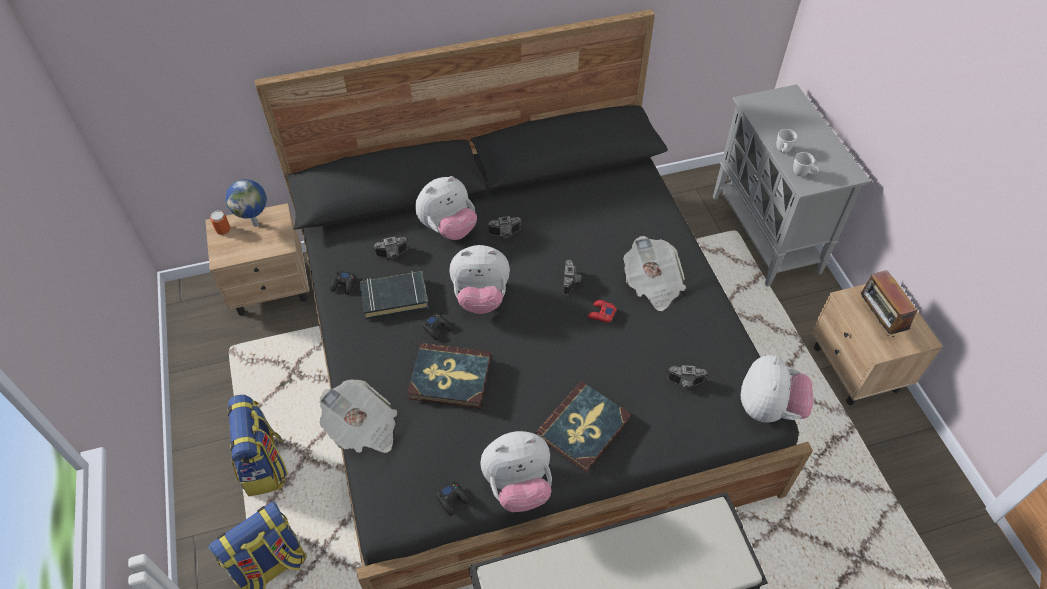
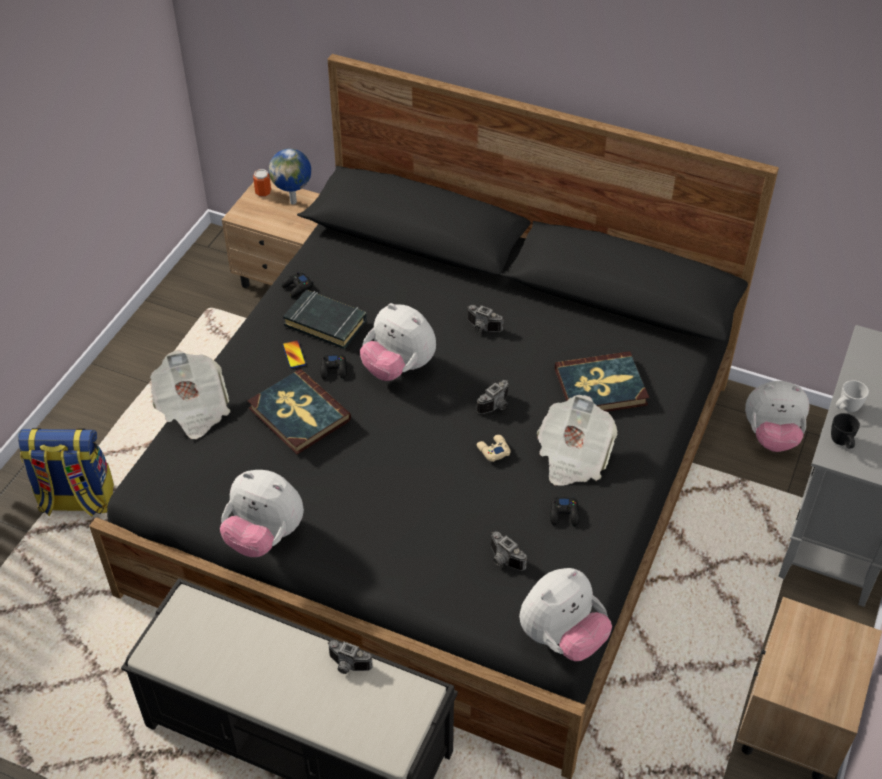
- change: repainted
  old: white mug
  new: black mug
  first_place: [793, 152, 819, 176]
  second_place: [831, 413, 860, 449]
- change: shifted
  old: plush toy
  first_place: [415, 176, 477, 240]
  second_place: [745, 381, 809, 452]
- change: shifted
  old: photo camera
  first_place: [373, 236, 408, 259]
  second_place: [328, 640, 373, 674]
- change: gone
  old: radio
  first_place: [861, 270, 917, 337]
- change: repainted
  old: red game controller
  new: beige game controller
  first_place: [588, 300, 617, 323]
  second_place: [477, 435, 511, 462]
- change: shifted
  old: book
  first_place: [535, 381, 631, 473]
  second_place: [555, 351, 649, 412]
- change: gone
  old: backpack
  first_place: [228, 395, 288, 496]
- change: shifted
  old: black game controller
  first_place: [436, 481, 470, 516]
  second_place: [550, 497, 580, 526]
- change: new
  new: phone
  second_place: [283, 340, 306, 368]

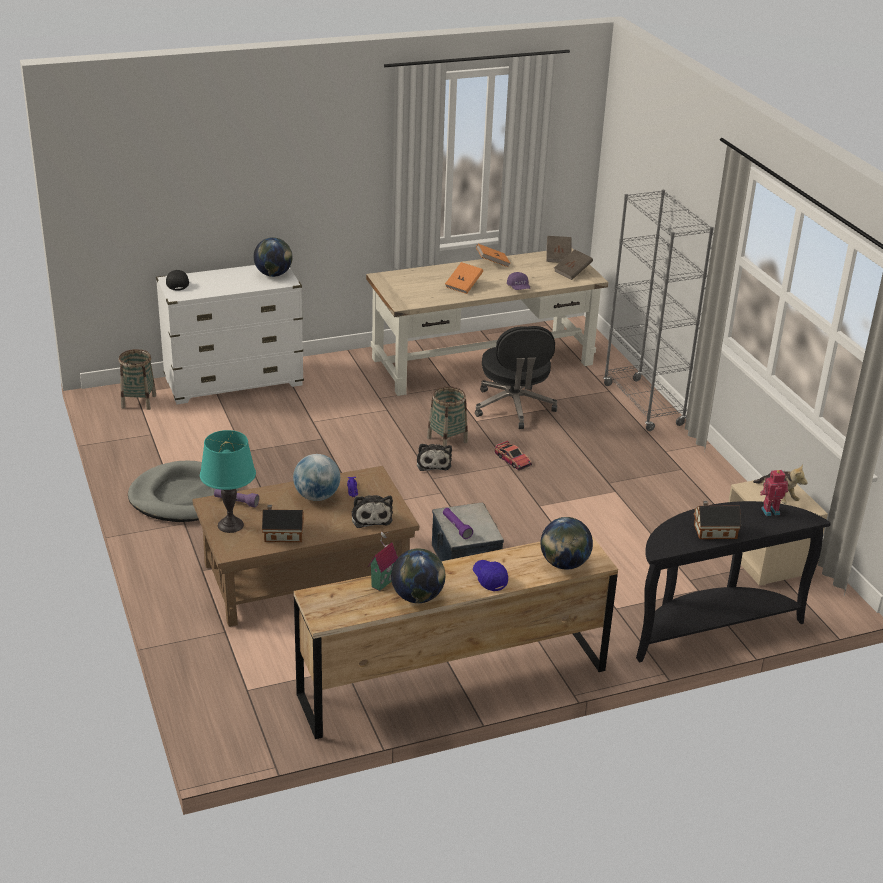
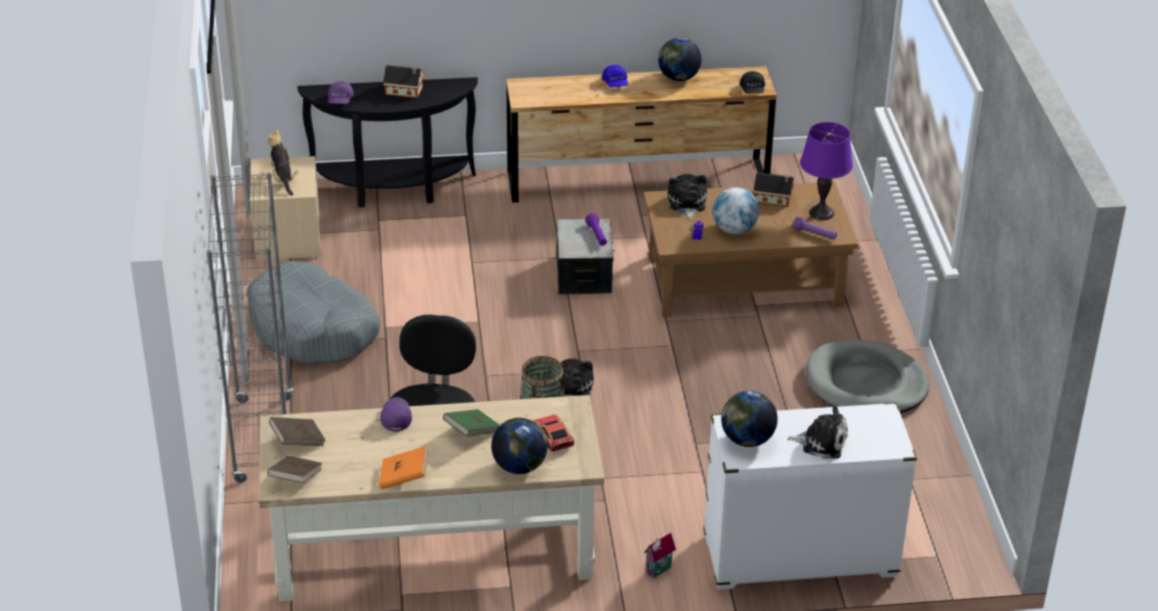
- change: repainted
  old: orange book
  new: green book
  first_place: [445, 262, 483, 294]
  second_place: [443, 409, 500, 437]
- change: shifted
  old: black cap
  first_place: [166, 270, 189, 291]
  second_place: [740, 71, 765, 93]
- change: gone
  old: basket
  first_place: [118, 349, 156, 410]
- change: repainted
  old: turquoise table lamp
  new: purple table lamp
  first_place: [200, 430, 256, 533]
  second_place: [800, 122, 853, 220]
- change: shifted
  old: toy car
  first_place: [495, 441, 532, 470]
  second_place: [533, 414, 574, 451]
- change: swapped
  old: toy robot
  new: purple cap
  first_place: [760, 470, 788, 516]
  second_place: [328, 81, 354, 104]
- change: shifted
  old: globe
  first_place: [540, 517, 593, 570]
  second_place: [491, 418, 547, 474]
- change: shifted
  old: toy house
  first_place: [368, 531, 398, 591]
  second_place: [644, 533, 676, 578]
- change: new
  new: grey dog bed
  second_place: [247, 261, 380, 364]
- change: new
  new: plush toy
  second_place: [787, 405, 848, 459]

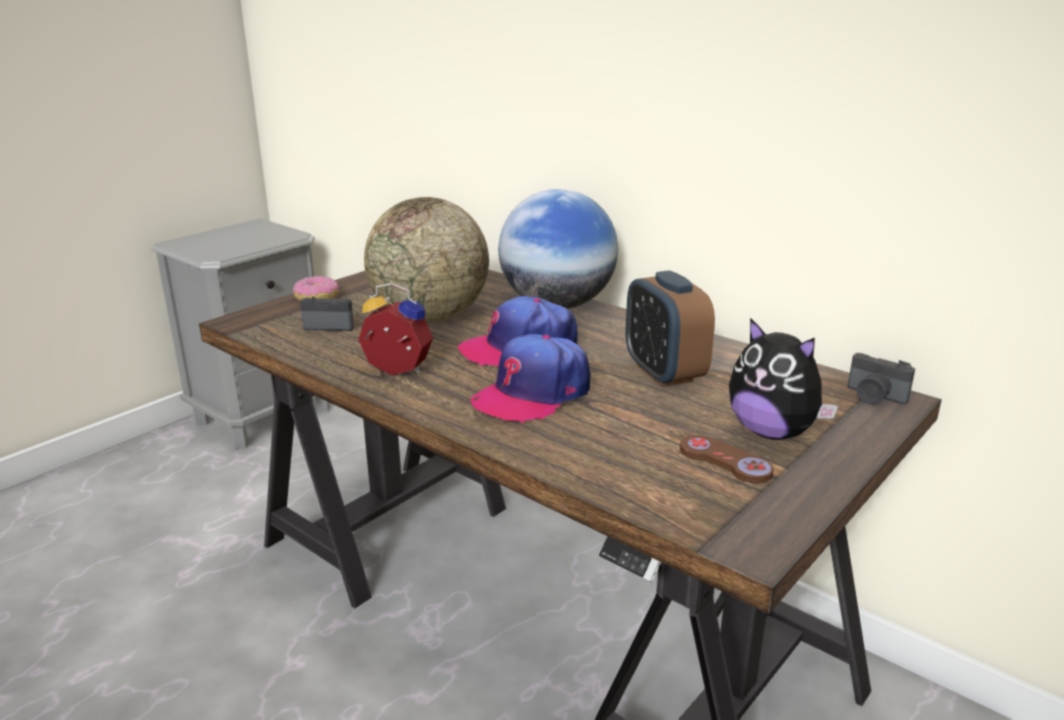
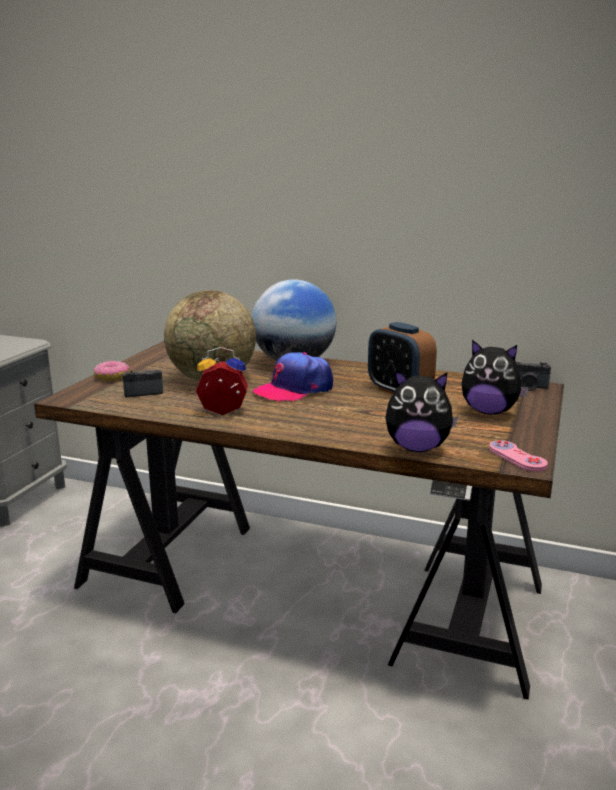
- change: gone
  old: cap
  first_place: [471, 334, 590, 424]
- change: gone
  old: brown game controller
  first_place: [680, 435, 773, 483]
- change: new
  new: plush toy
  second_place: [385, 370, 458, 452]
- change: new
  new: pink game controller
  second_place: [489, 440, 548, 472]

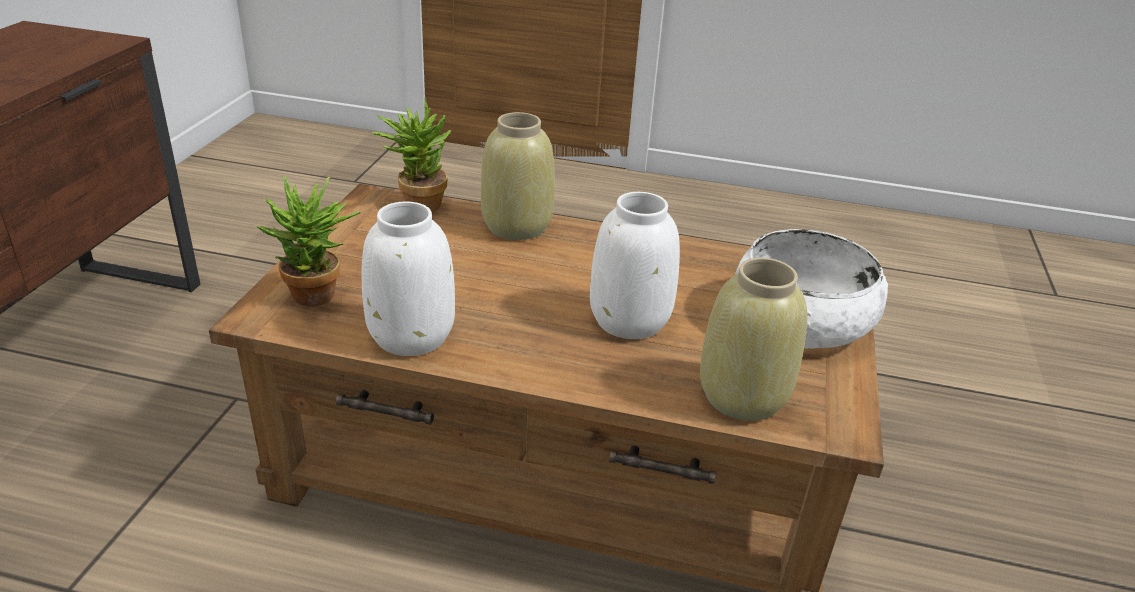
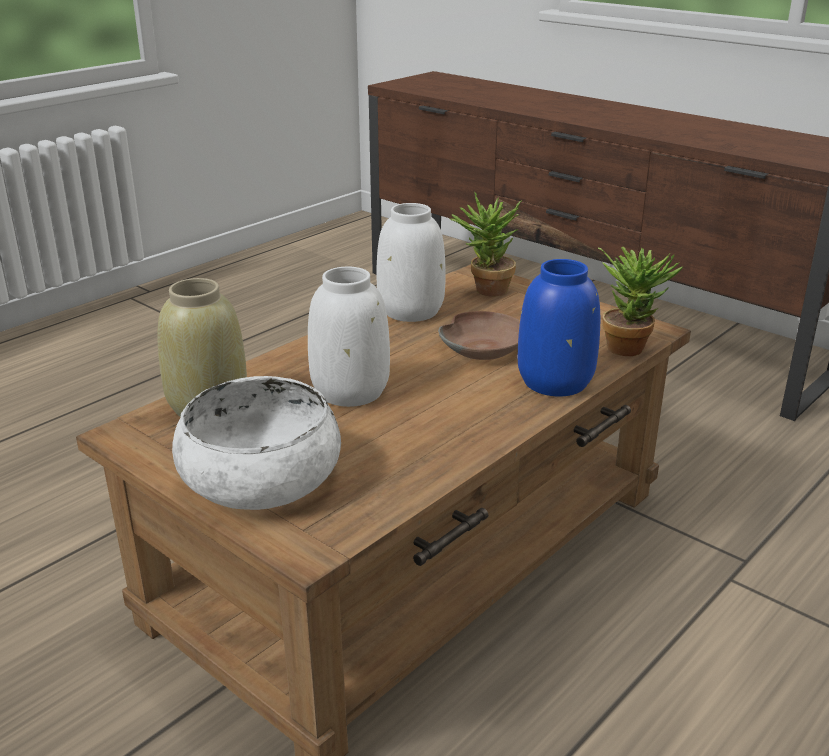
- change: repainted
  old: beige vase
  new: blue vase
  first_place: [481, 112, 555, 240]
  second_place: [518, 259, 600, 397]
- change: new
  new: brown bowl
  second_place: [438, 311, 520, 360]

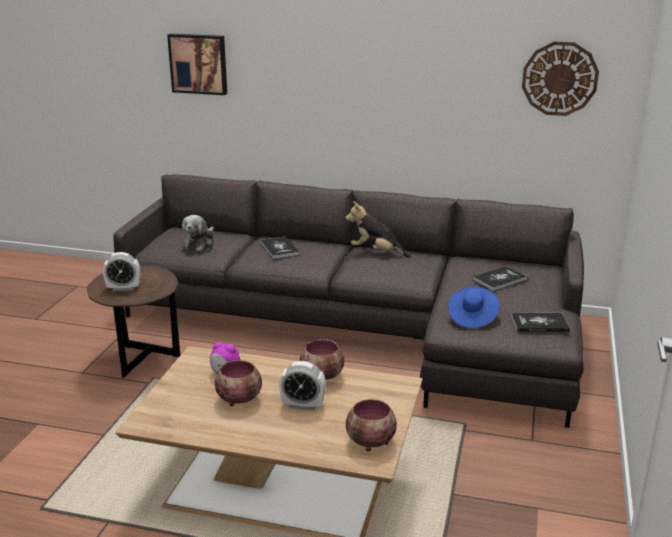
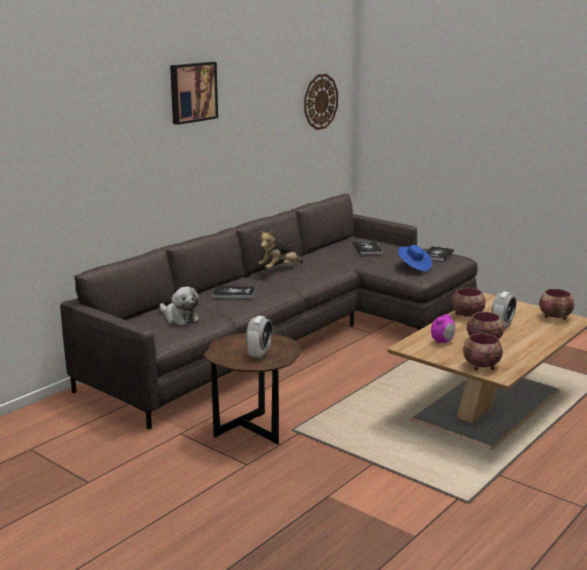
- change: shifted
  old: picture
  first_place: [167, 34, 227, 95]
  second_place: [170, 62, 218, 125]
- change: new
  new: bowl
  second_place: [463, 333, 503, 370]

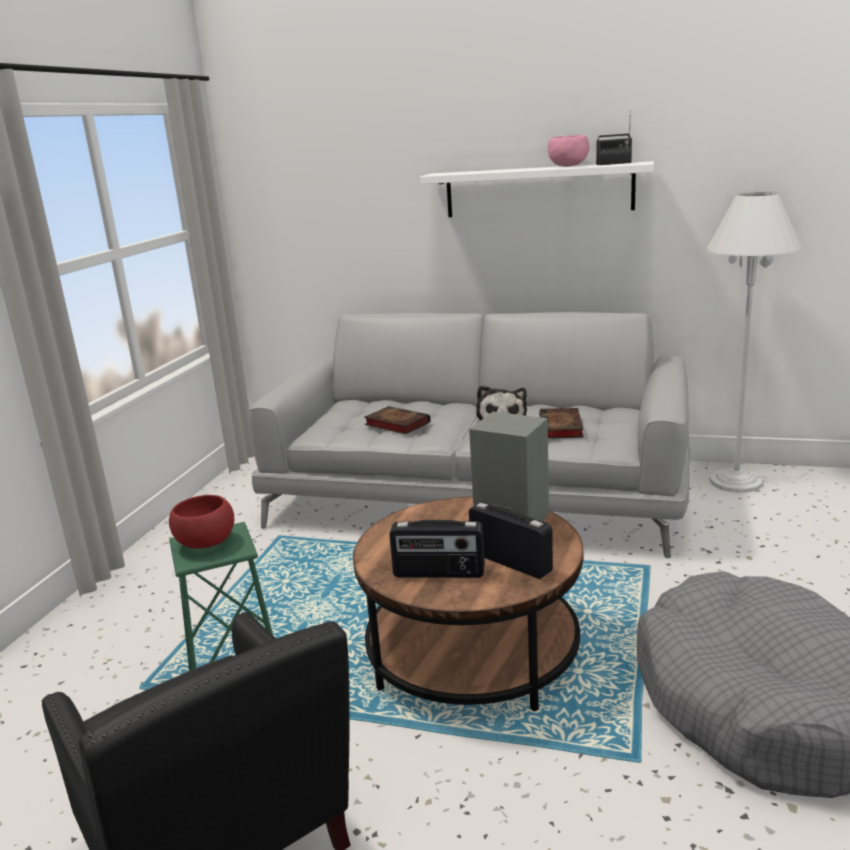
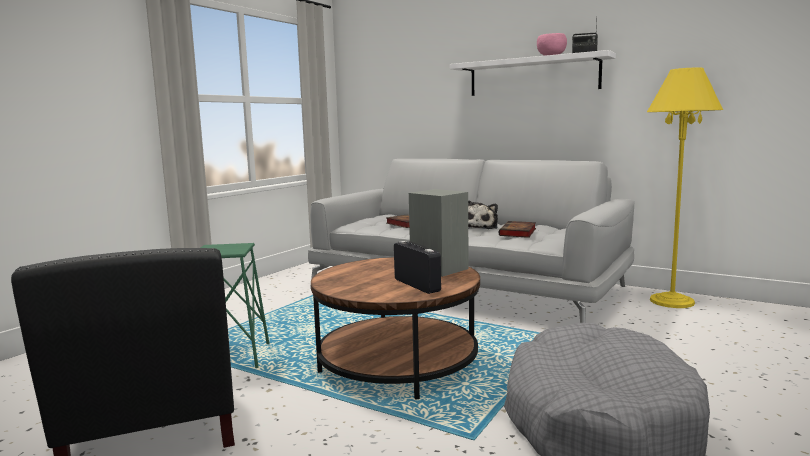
- change: repainted
  old: white floor lamp
  new: yellow floor lamp
  first_place: [706, 192, 802, 493]
  second_place: [647, 67, 723, 308]
- change: gone
  old: red bowl
  first_place: [169, 495, 234, 549]
- change: gone
  old: radio
  first_place: [389, 520, 485, 578]

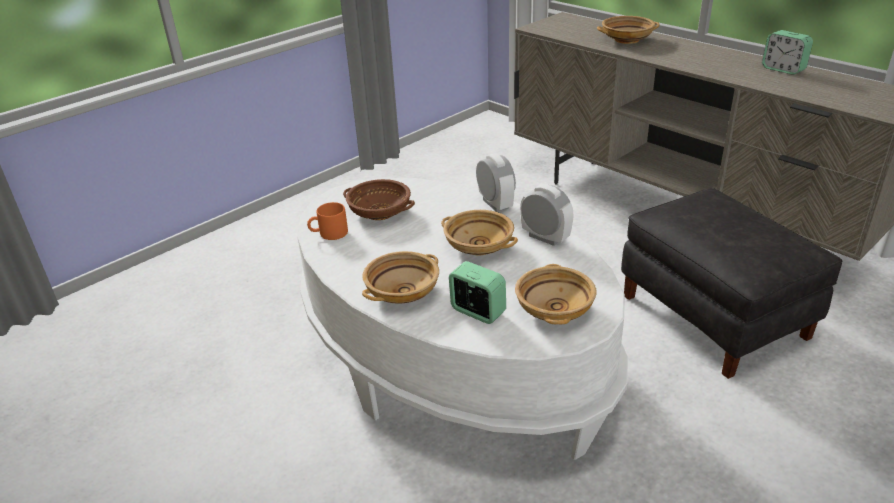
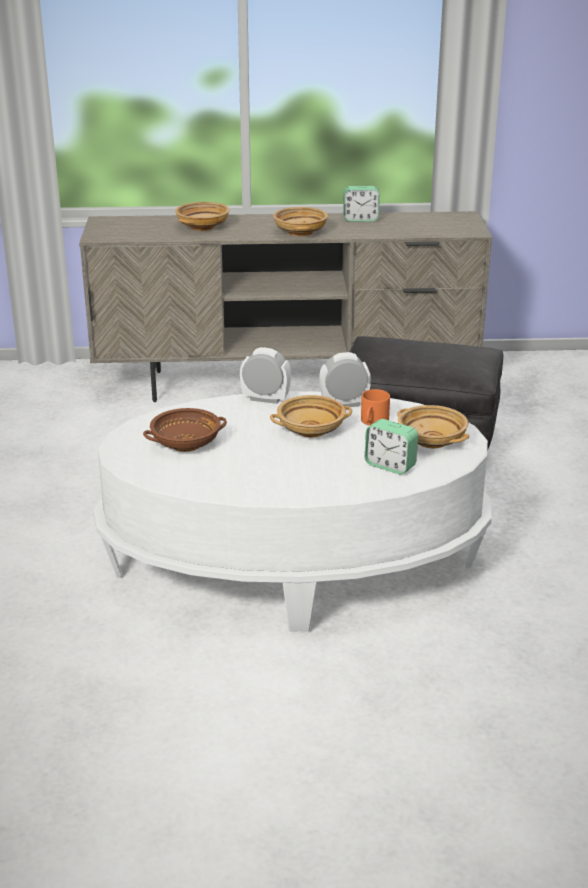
- change: shifted
  old: orange mug
  first_place: [307, 202, 348, 240]
  second_place: [361, 389, 390, 426]
- change: shifted
  old: beige bowl
  first_place: [362, 251, 439, 304]
  second_place: [273, 207, 328, 236]
- change: rotated
  old: alarm clock
  first_place: [449, 261, 506, 324]
  second_place: [365, 419, 418, 474]
  degrees: -135

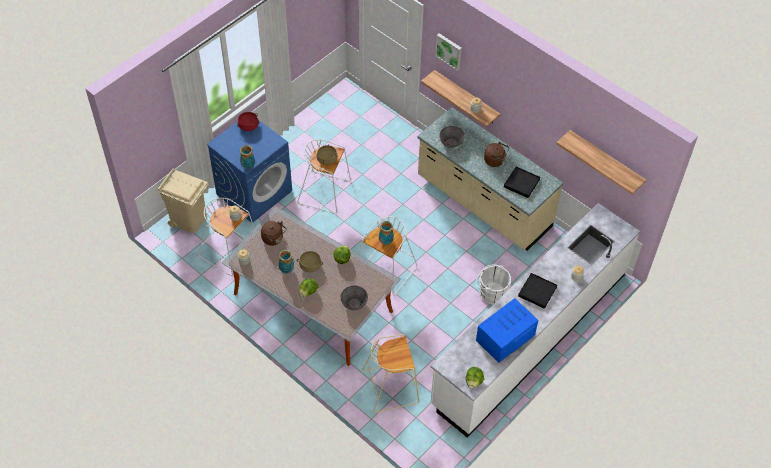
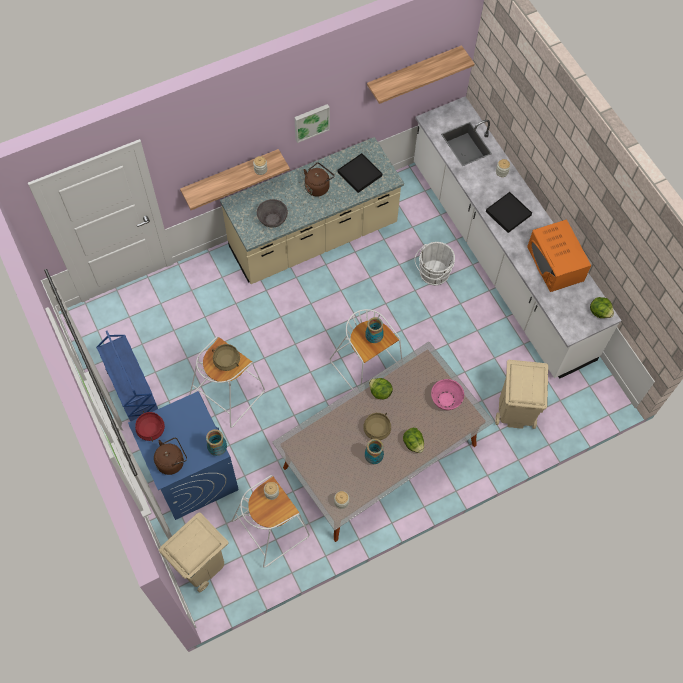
- change: shifted
  old: picture
  first_place: [435, 33, 462, 71]
  second_place: [294, 104, 330, 143]
- change: shifted
  old: brown kettle
  first_place: [261, 221, 287, 246]
  second_place: [154, 438, 187, 475]
- change: repainted
  old: grey bowl
  new: pink bowl
  first_place: [340, 286, 368, 310]
  second_place: [431, 379, 464, 410]
- change: repainted
  old: blue microwave
  new: orange microwave
  first_place: [476, 298, 538, 363]
  second_place: [527, 219, 591, 292]
- change: swapped
  old: beige stool
  new: beige trash can
  first_place: [362, 334, 419, 413]
  second_place: [495, 360, 548, 429]
- change: new
  new: blue cart
  second_place: [96, 331, 158, 422]

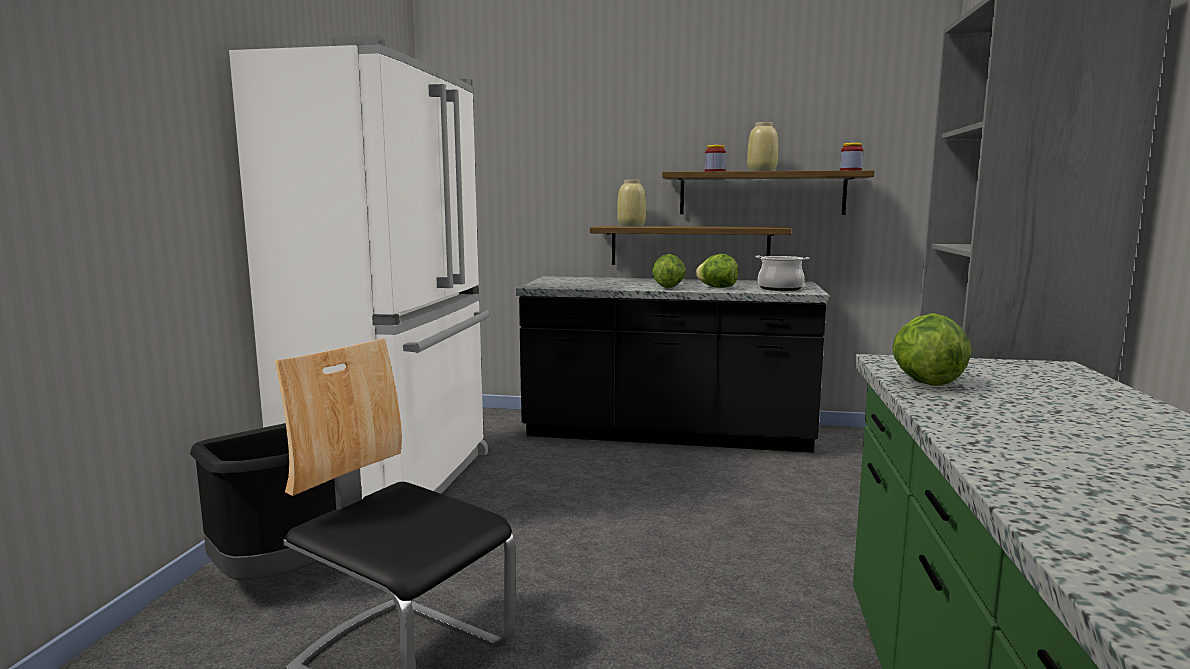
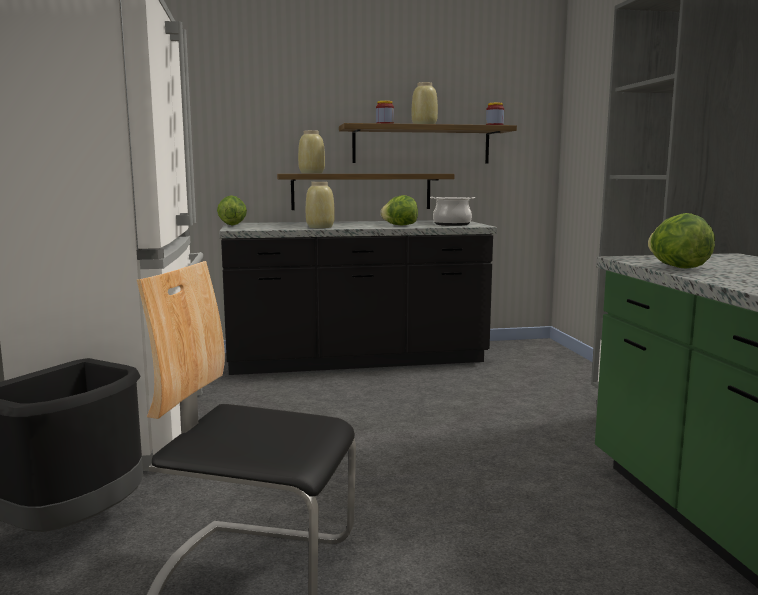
- change: shifted
  old: lettuce
  first_place: [652, 254, 686, 288]
  second_place: [217, 195, 247, 226]
- change: new
  new: beige vase
  second_place: [306, 182, 335, 228]

